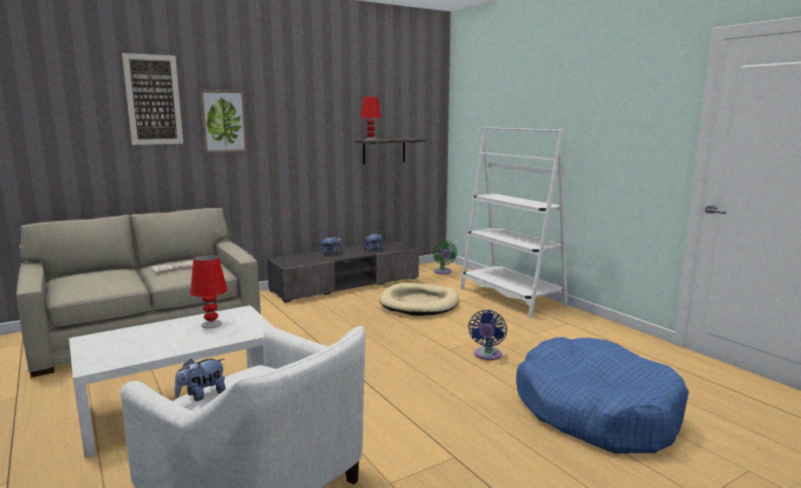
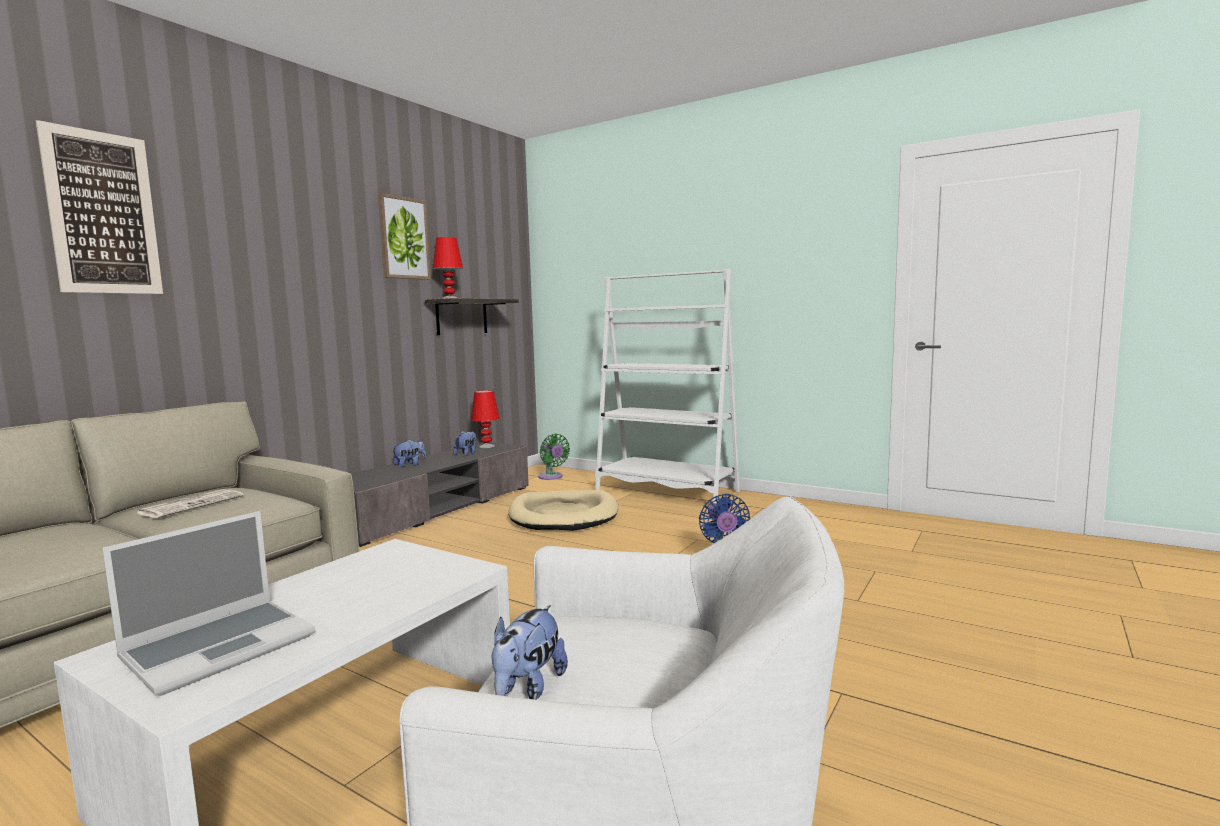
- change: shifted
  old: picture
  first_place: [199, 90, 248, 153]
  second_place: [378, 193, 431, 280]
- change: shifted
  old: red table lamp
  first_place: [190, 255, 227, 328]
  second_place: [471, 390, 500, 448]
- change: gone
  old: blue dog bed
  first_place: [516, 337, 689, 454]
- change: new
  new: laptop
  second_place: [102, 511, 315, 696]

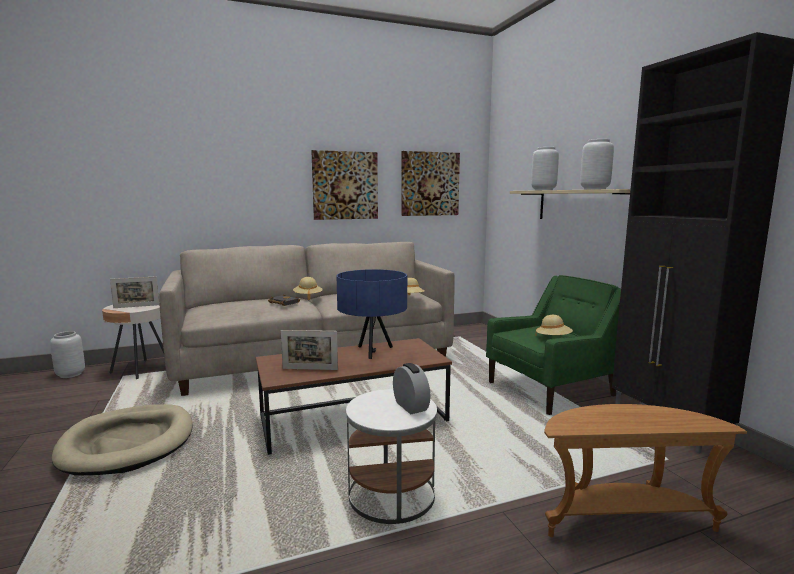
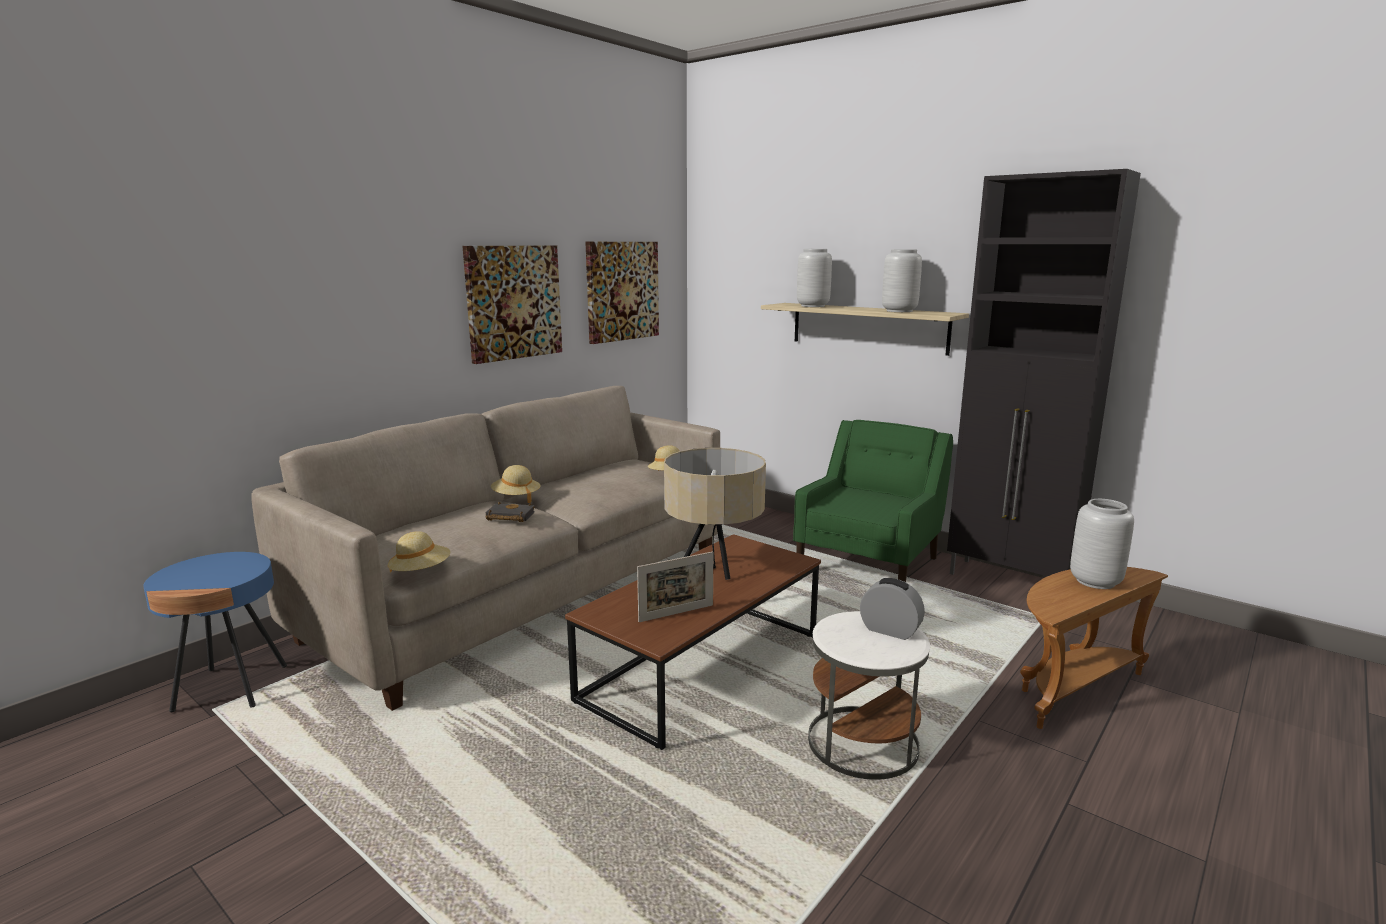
- change: repainted
  old: blue table lamp
  new: beige table lamp
  first_place: [337, 269, 407, 359]
  second_place: [664, 448, 766, 580]
- change: gone
  old: picture frame
  first_place: [110, 276, 160, 308]
- change: repainted
  old: beige side table
  new: blue side table
  first_place: [102, 305, 164, 379]
  second_place: [143, 552, 287, 712]
- change: shifted
  old: beige hat
  first_place: [535, 315, 573, 336]
  second_place: [388, 531, 451, 573]
- change: shifted
  old: grey vase
  first_place: [50, 331, 85, 378]
  second_place: [1070, 499, 1134, 589]
- change: gone
  old: beige dog bed
  first_place: [52, 404, 193, 475]

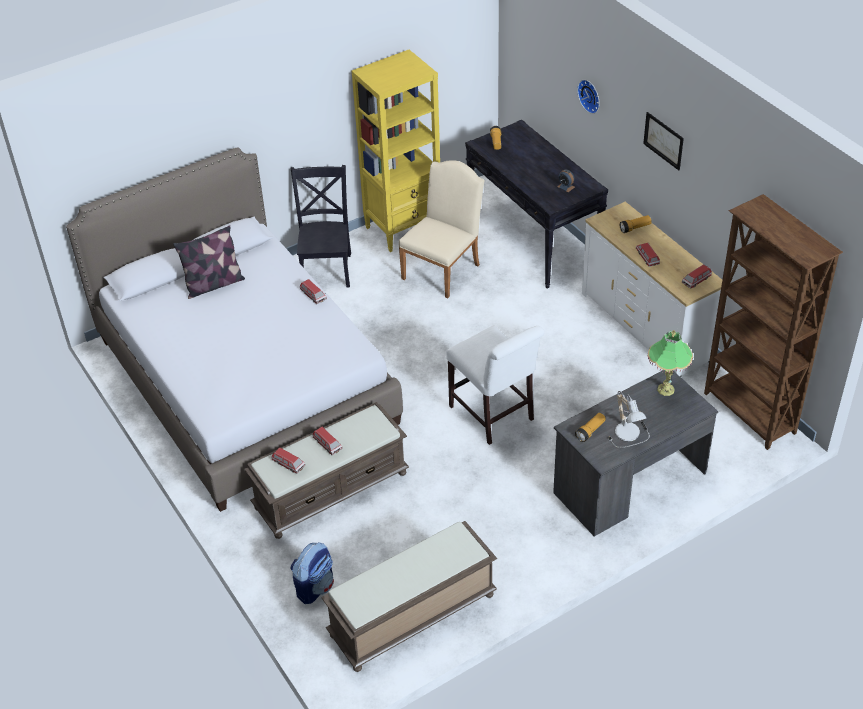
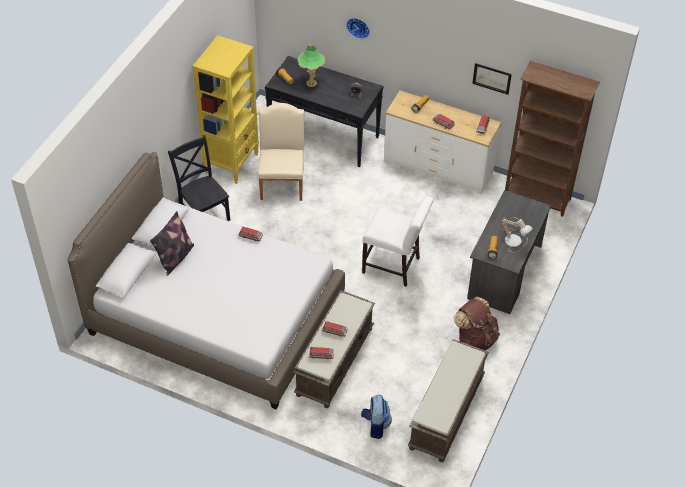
- change: shifted
  old: picture
  first_place: [643, 112, 684, 170]
  second_place: [472, 63, 512, 95]
- change: shifted
  old: table lamp
  first_place: [648, 330, 693, 396]
  second_place: [297, 44, 325, 87]
- change: new
  new: brown backpack
  second_place: [454, 296, 500, 351]

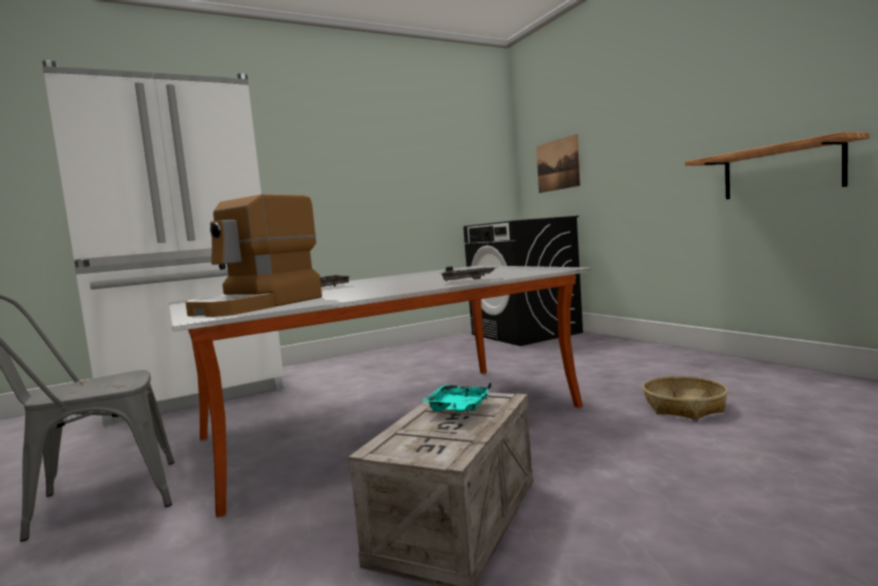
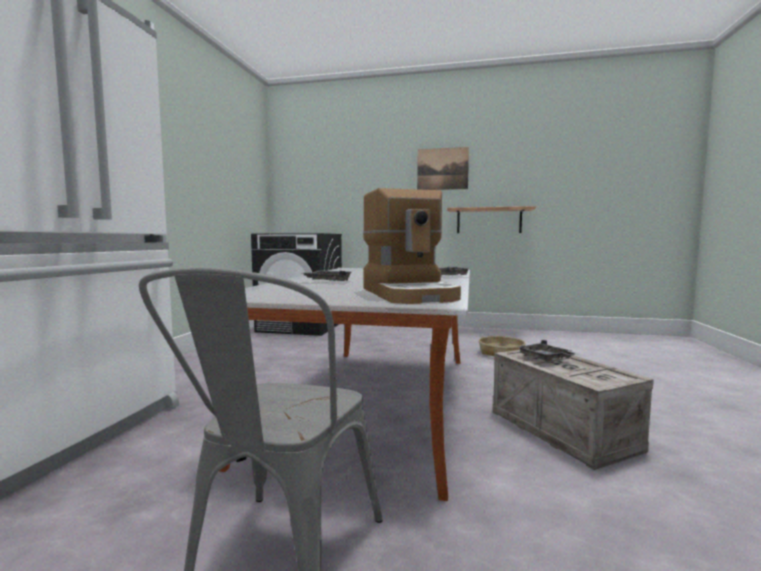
- change: shifted
  old: picture
  first_place: [536, 134, 581, 193]
  second_place: [417, 147, 469, 190]
- change: repainted
  old: turquoise tray
  new: grey tray
  first_place: [421, 383, 491, 412]
  second_place: [517, 340, 579, 361]

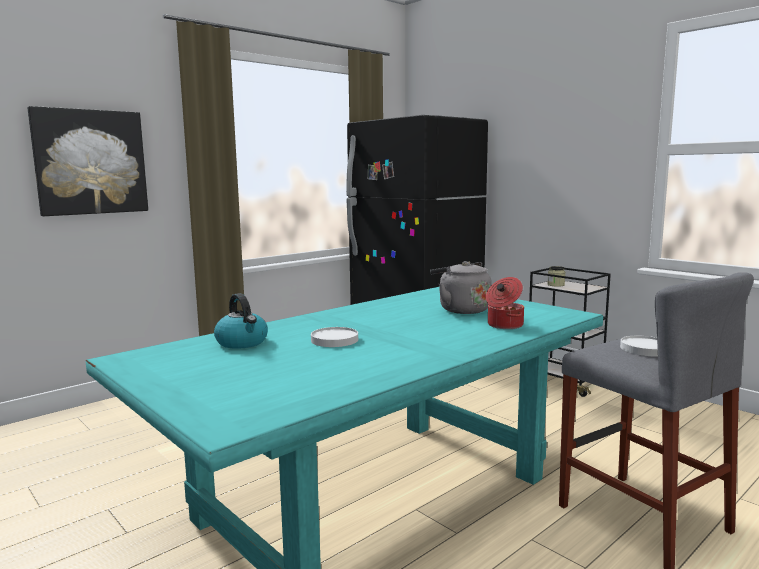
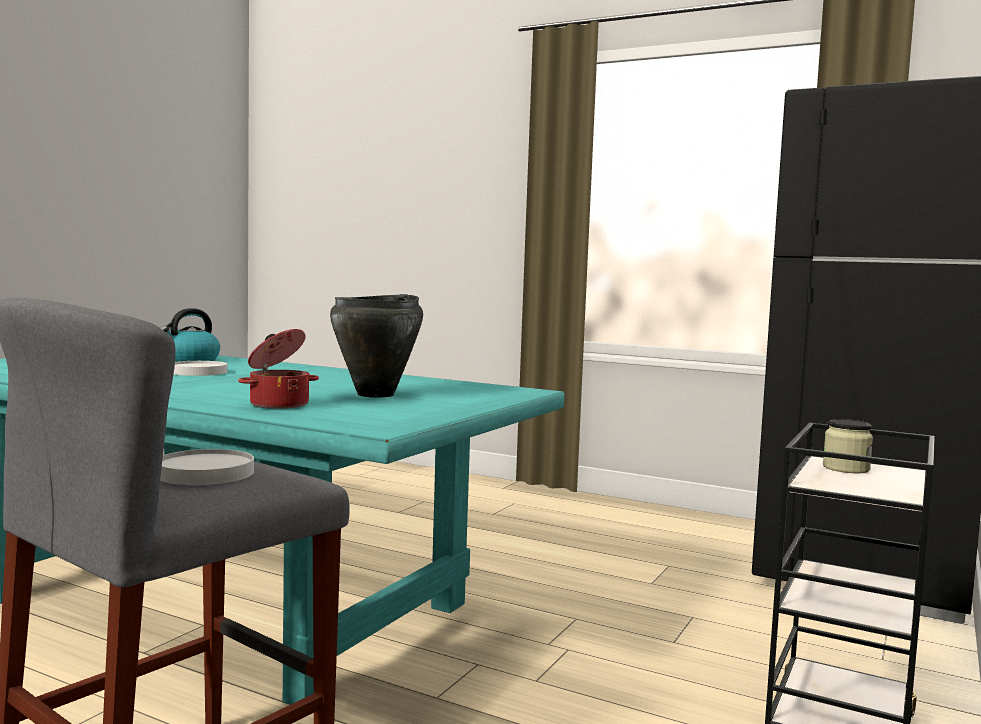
- change: gone
  old: picture
  first_place: [28, 106, 148, 216]
- change: swapped
  old: grey kettle
  new: black cooking pot
  first_place: [430, 261, 492, 314]
  second_place: [330, 294, 423, 398]

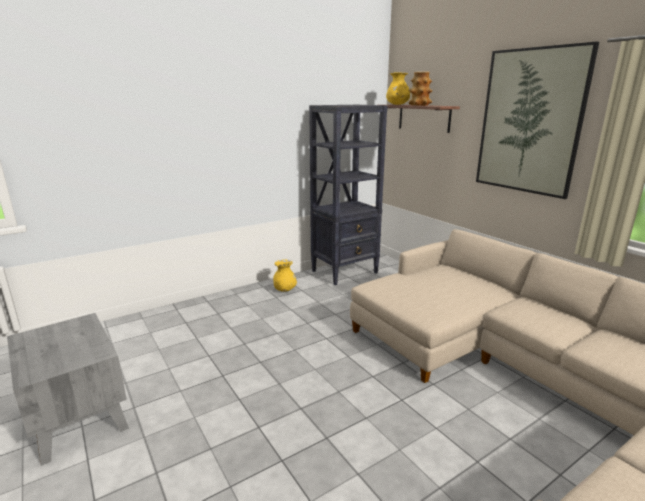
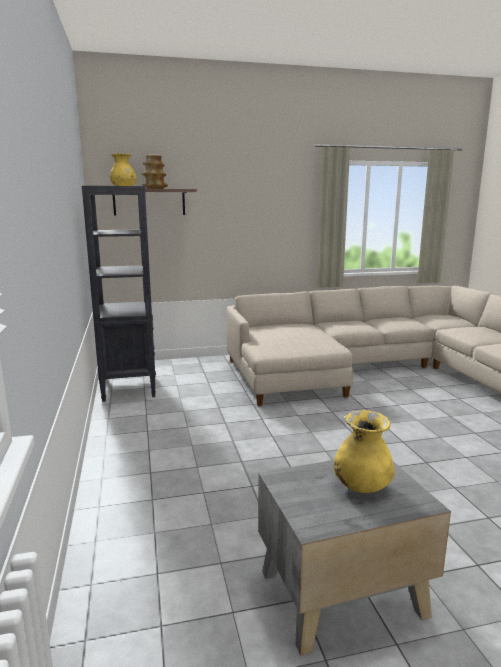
- change: gone
  old: picture
  first_place: [476, 42, 599, 199]
- change: shifted
  old: yellow vase
  first_place: [273, 259, 297, 292]
  second_place: [334, 410, 395, 493]

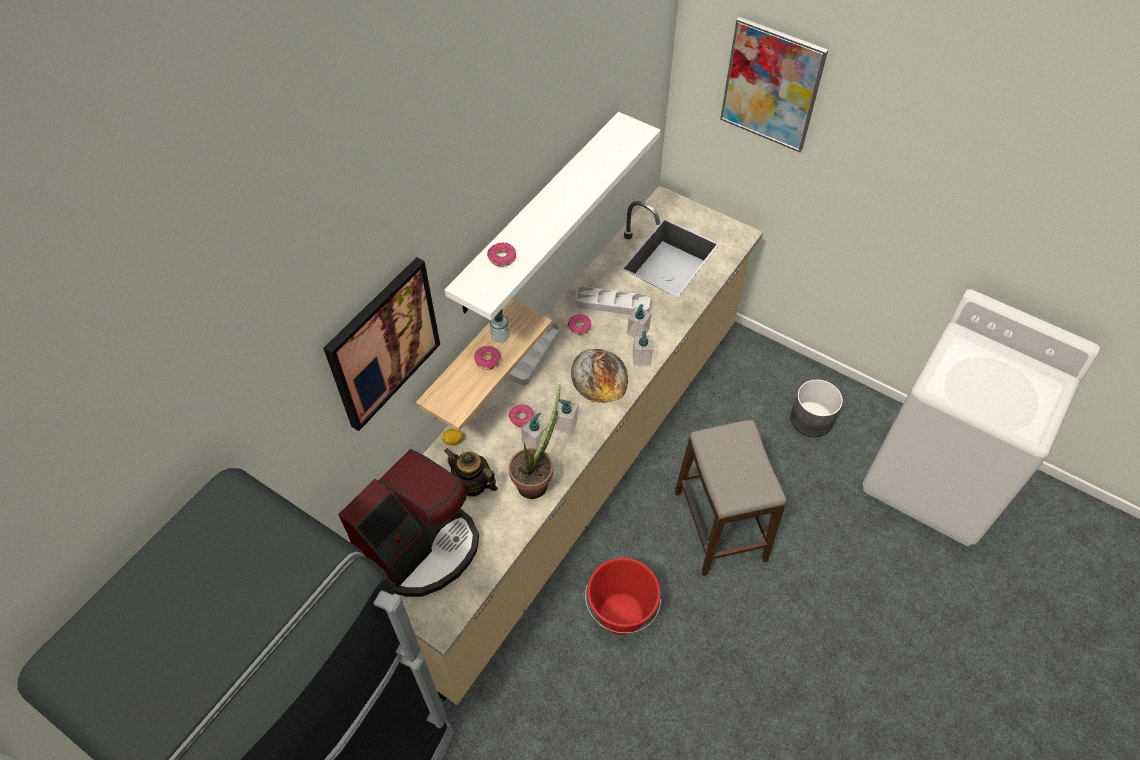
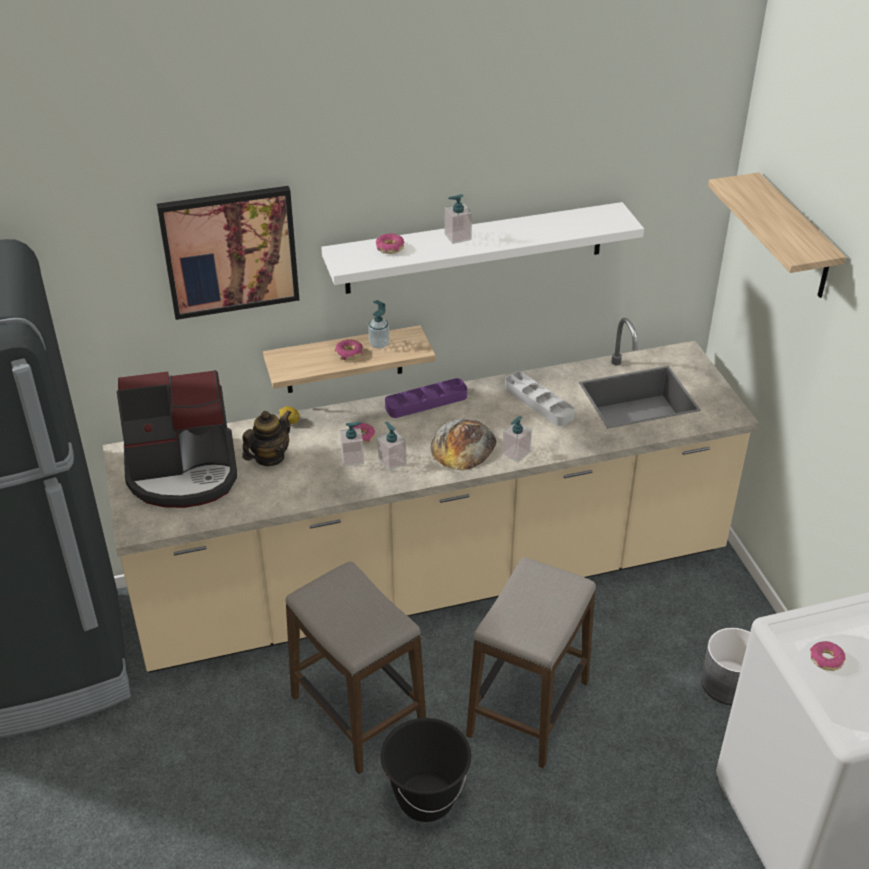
- change: swapped
  old: picture
  new: shelf
  first_place: [720, 17, 828, 152]
  second_place: [708, 172, 846, 298]
- change: shifted
  old: soap dispenser
  first_place: [627, 304, 651, 337]
  second_place: [445, 194, 472, 244]
- change: shifted
  old: donut
  first_place: [568, 314, 591, 335]
  second_place: [810, 641, 846, 671]
- change: repainted
  old: grey tray
  new: purple tray
  first_place: [509, 322, 560, 386]
  second_place: [385, 378, 467, 418]
- change: gone
  old: potted plant
  first_place: [509, 385, 561, 499]
- change: rotated
  old: teapot
  first_place: [444, 448, 498, 497]
  second_place: [242, 410, 292, 466]
  degrees: 60
- change: swapped
  old: red bucket
  new: stool
  first_place: [585, 558, 661, 635]
  second_place: [286, 562, 426, 774]
- change: new
  new: black bucket
  second_place: [381, 718, 471, 822]

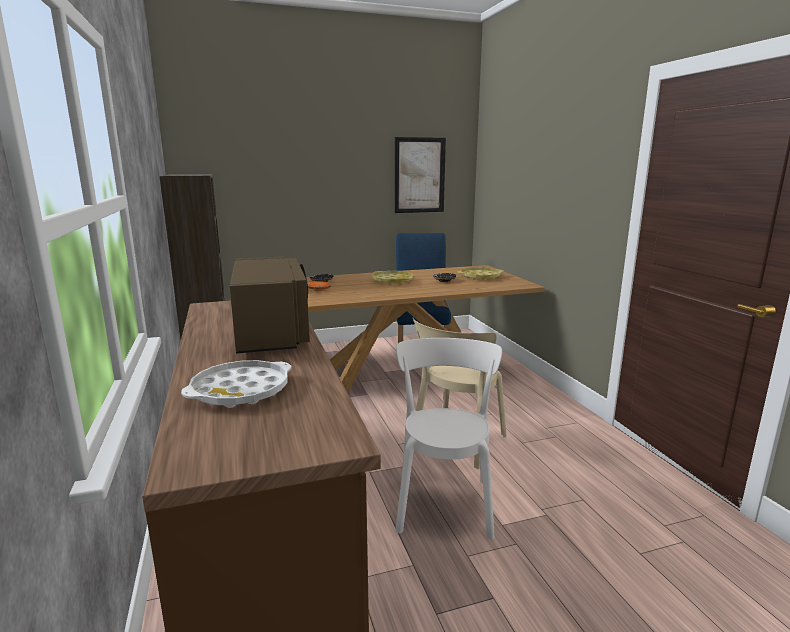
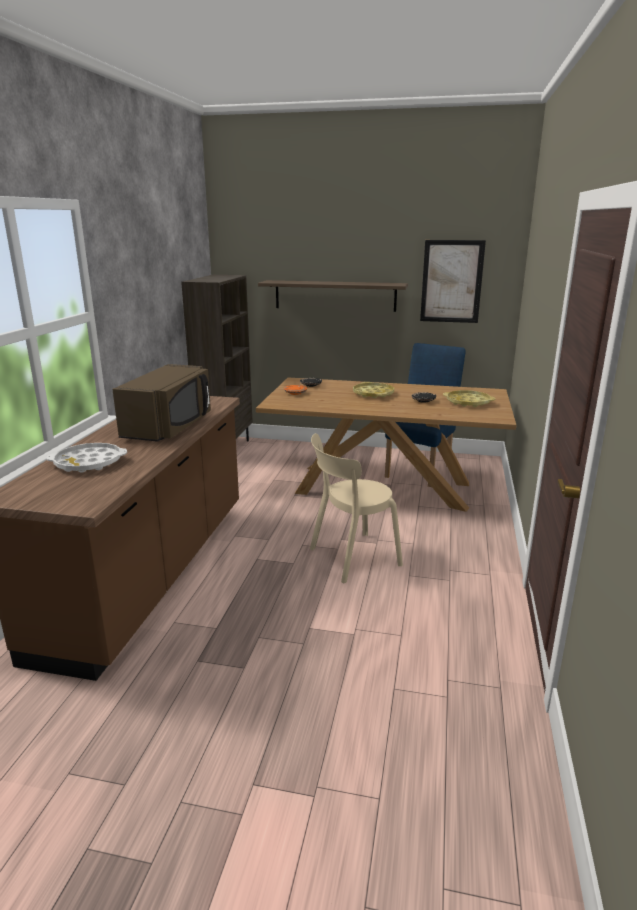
- change: gone
  old: white chair
  first_place: [395, 338, 502, 539]
- change: new
  new: shelf
  second_place: [258, 280, 408, 312]

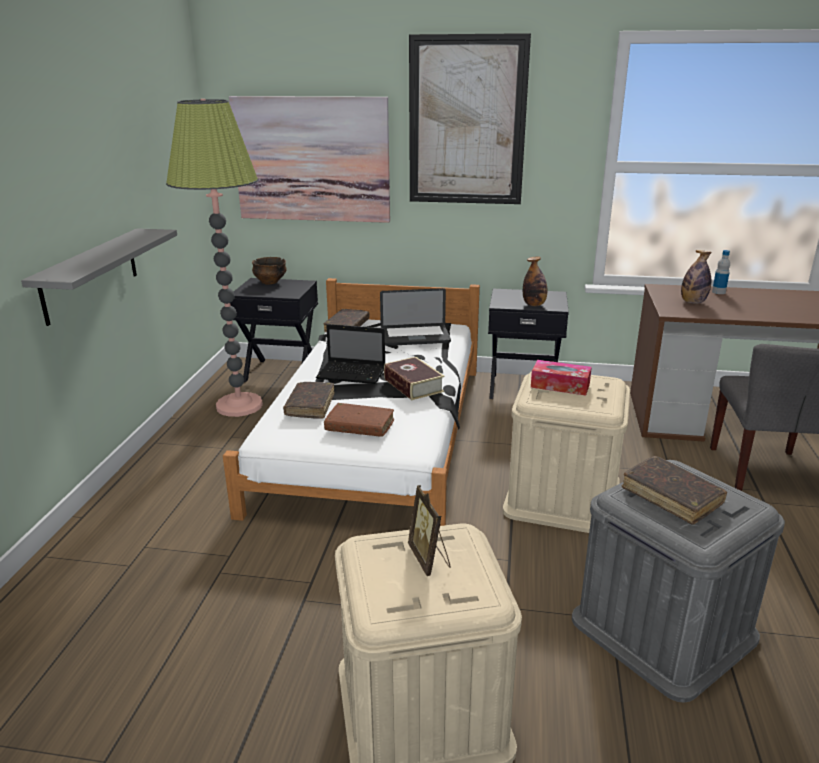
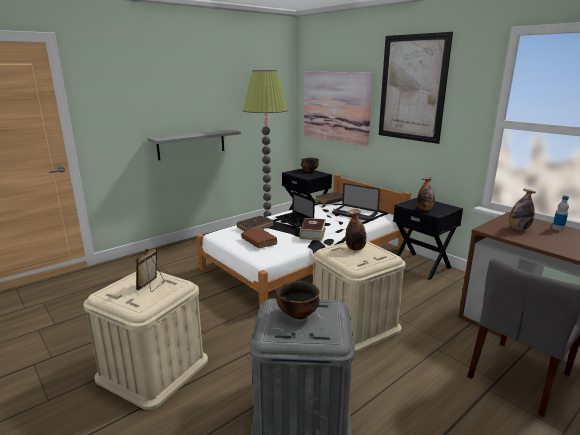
- change: swapped
  old: tissue box
  new: bottle
  first_place: [531, 360, 592, 396]
  second_place: [346, 209, 367, 251]
- change: swapped
  old: brown book
  new: bowl
  first_place: [622, 456, 727, 525]
  second_place: [277, 281, 320, 319]

